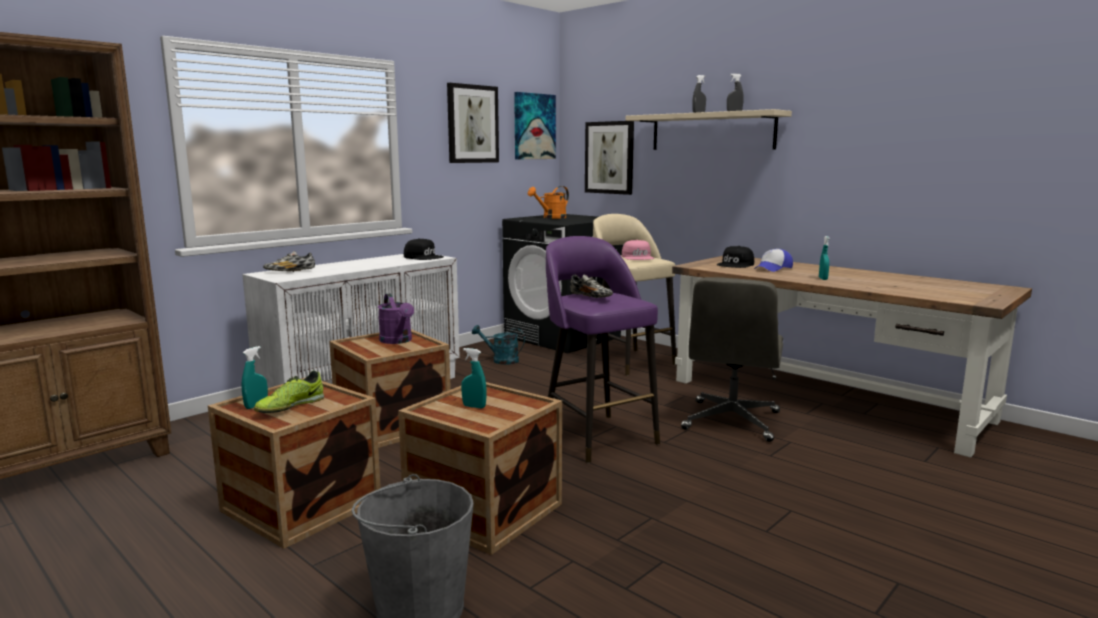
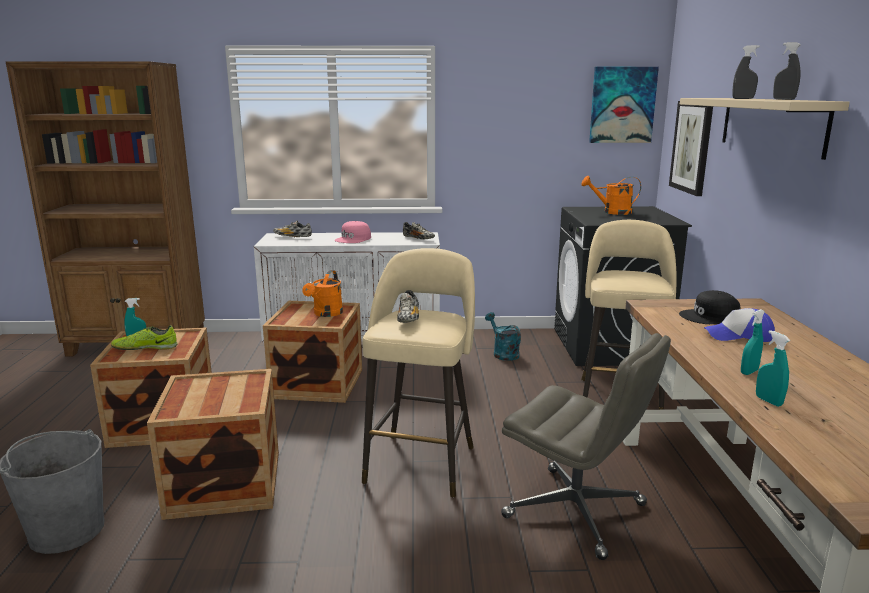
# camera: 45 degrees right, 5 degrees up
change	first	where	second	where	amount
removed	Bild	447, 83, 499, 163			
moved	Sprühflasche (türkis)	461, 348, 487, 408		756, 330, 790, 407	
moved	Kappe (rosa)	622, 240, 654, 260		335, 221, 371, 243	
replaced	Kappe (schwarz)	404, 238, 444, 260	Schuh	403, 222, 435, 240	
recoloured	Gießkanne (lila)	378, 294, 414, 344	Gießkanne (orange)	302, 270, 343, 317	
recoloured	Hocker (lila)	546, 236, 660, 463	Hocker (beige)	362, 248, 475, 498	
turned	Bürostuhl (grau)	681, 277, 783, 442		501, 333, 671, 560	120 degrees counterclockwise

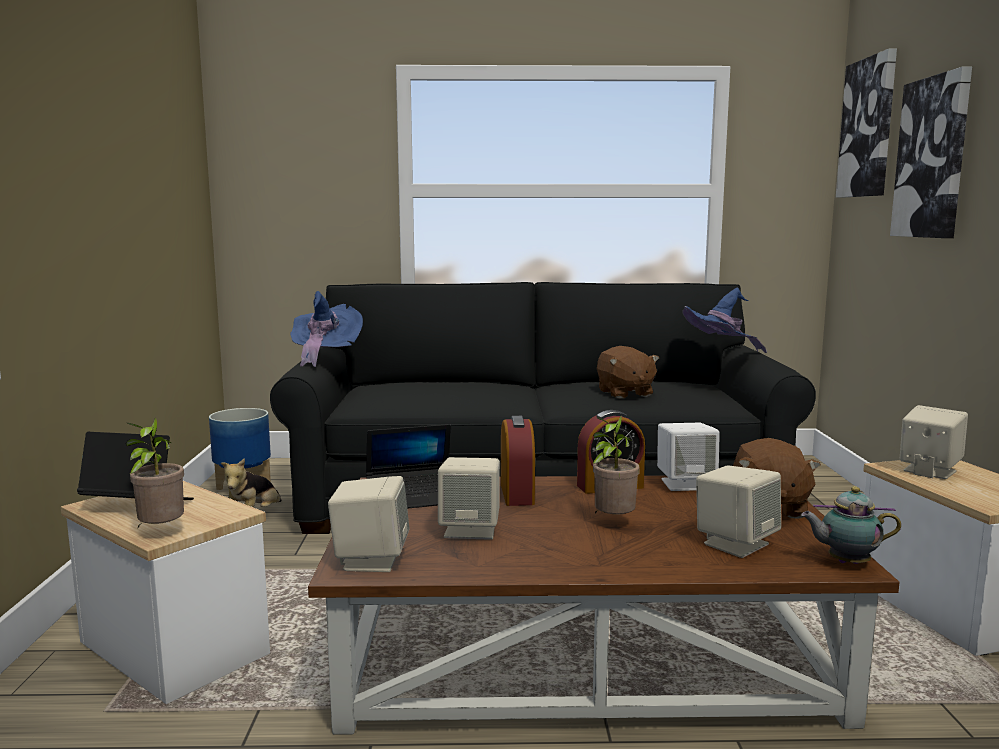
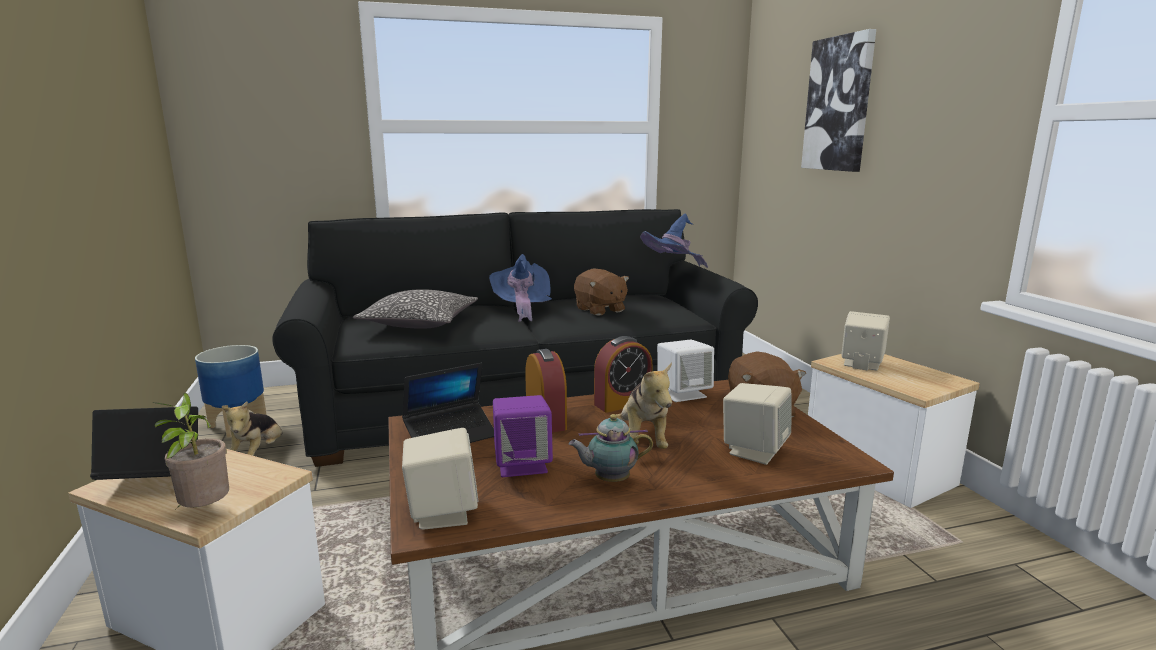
# camera: 15 degrees left, 5 degrees up
change	first	where	second	where	amount
removed	Bild	836, 49, 897, 198			
added			Kissen	353, 289, 478, 329	
moved	Hut (blau)	290, 291, 363, 367		489, 254, 552, 322	
moved	Teekanne	801, 486, 901, 564		569, 414, 653, 482	
replaced	Topfpflanze	592, 416, 640, 515	Plüschtier	615, 362, 672, 449	
recoloured	Lautsprecher (beige)	438, 457, 500, 540	Lautsprecher (lila)	493, 395, 553, 477	

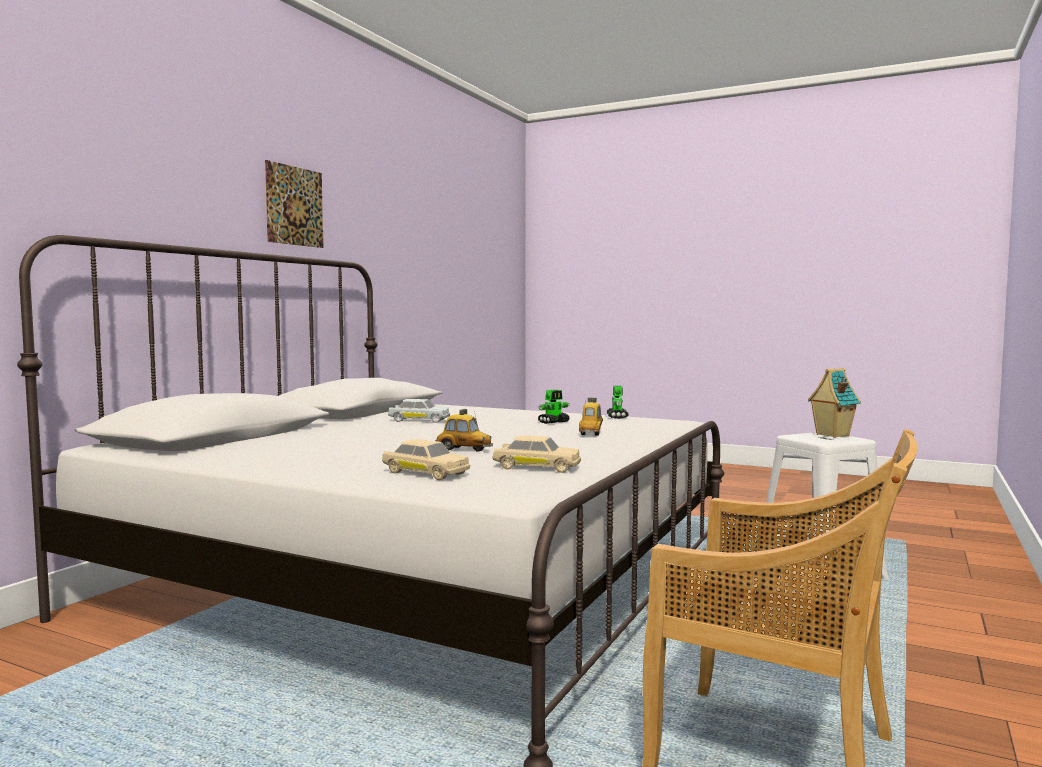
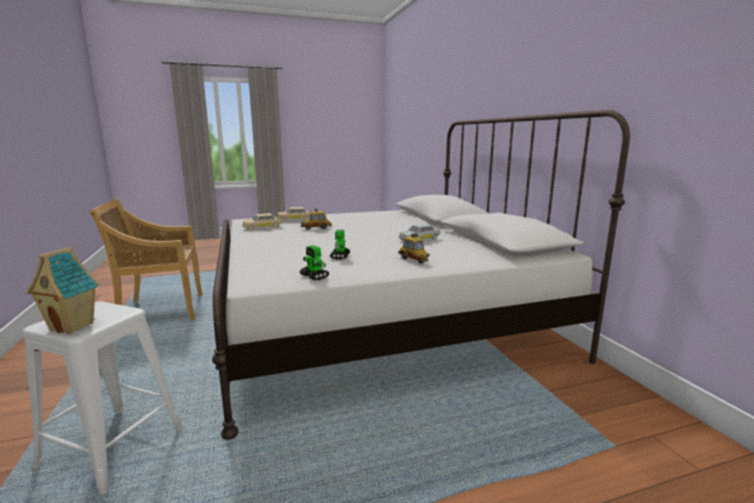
# camera: 135 degrees right, 10 degrees up
change	first	where	second	where	amount
removed	Bild	265, 160, 324, 248			
moved	Spielzeugauto	579, 398, 603, 436		398, 233, 430, 263	

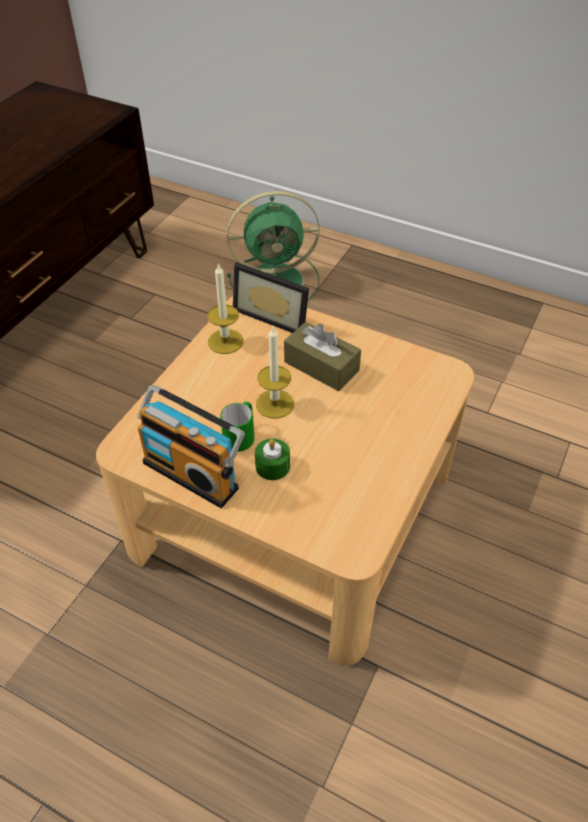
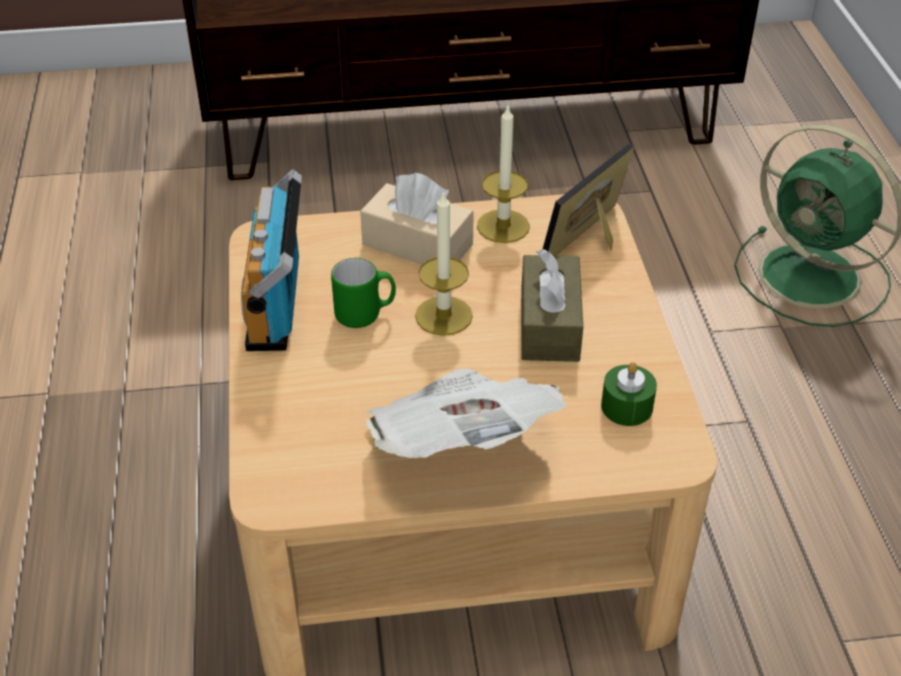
# camera: 55 degrees right, 5 degrees down
change	first	where	second	where	amount
added			Taschentuchbox (beige)	360, 173, 474, 265	
added			Zeitung	366, 368, 566, 458	
moved	Kerze (grün)	255, 439, 290, 480		601, 362, 657, 426	
turned	Bilderrahmen	233, 262, 309, 333		543, 143, 635, 256	45 degrees clockwise

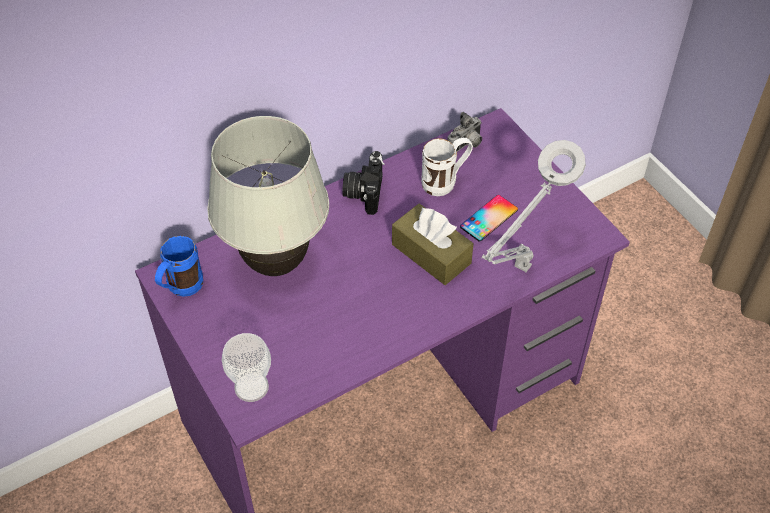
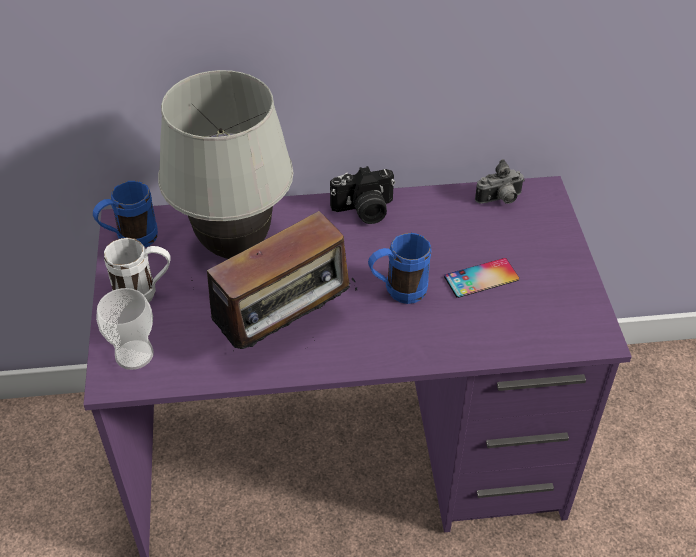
# camera: 25 degrees right, 5 degrees down
change	first	where	second	where	amount
removed	Tischlampe (grau)	482, 140, 586, 272			
added			Radio	193, 211, 357, 352	
moved	Henkelbecher (weiß)	421, 138, 473, 196		104, 238, 171, 302	
replaced	Taschentuchbox (braun)	392, 204, 473, 285	Henkelbecher (blau)	368, 233, 431, 304	
turned	Kamera	342, 151, 384, 215		330, 166, 395, 224	135 degrees counterclockwise

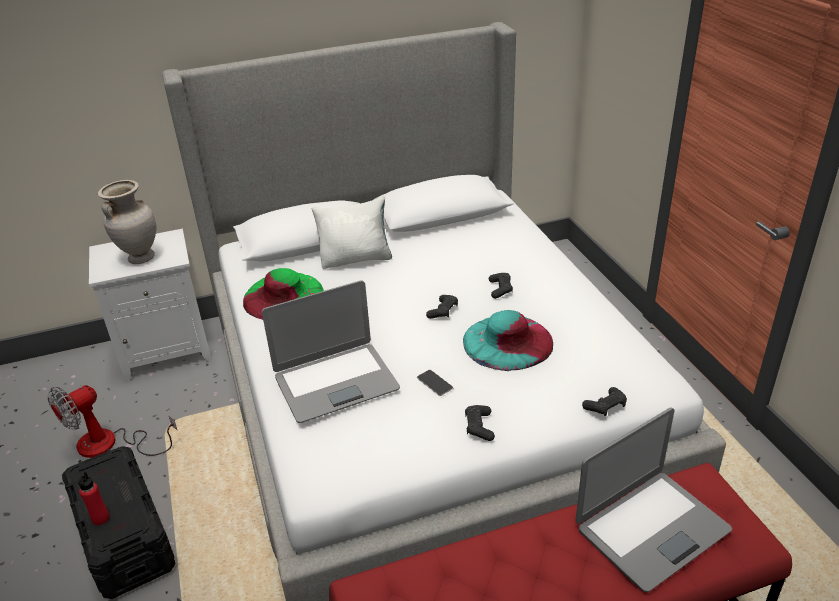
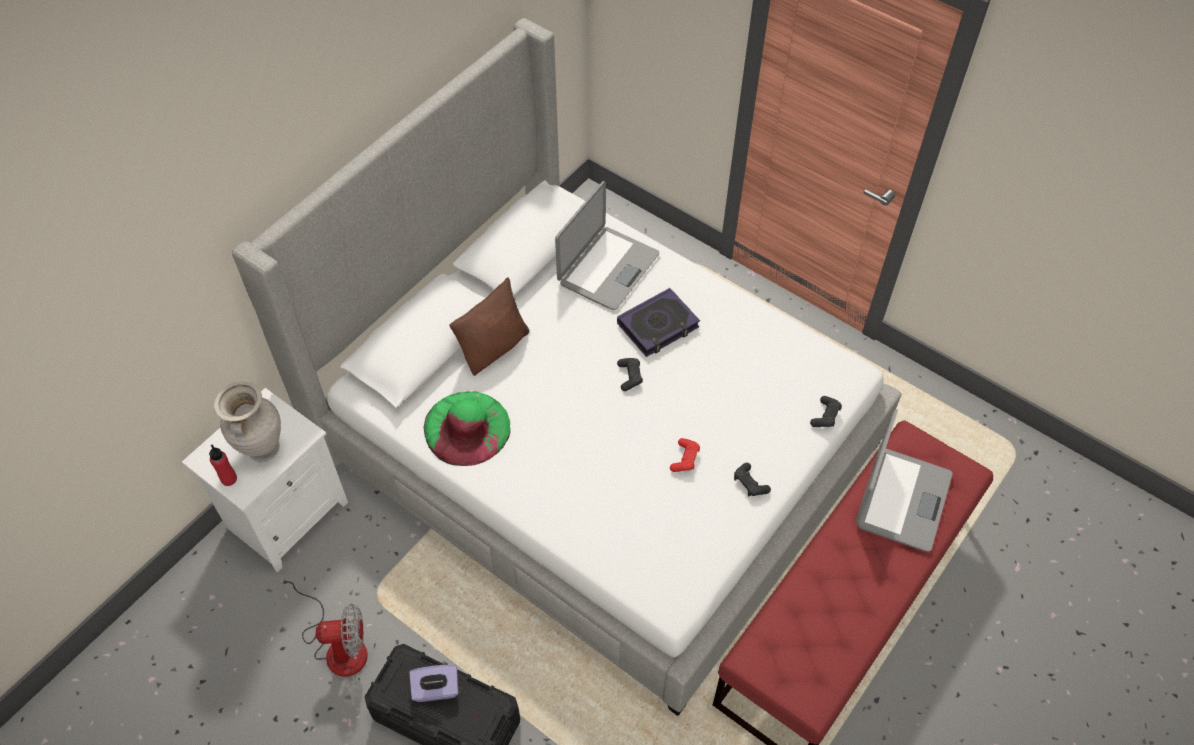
# camera: 35 degrees left, 20 degrees up
change	first	where	second	where	amount
removed	Hut (türkis)	463, 310, 553, 371			
added			Taschentuchbox (lila)	409, 665, 458, 702	
moved	Flasche (rot)	78, 471, 109, 525		209, 445, 237, 486	
moved	Laptop	262, 280, 400, 423		555, 181, 660, 310	
replaced	Handy	417, 370, 453, 396	Gamepad (rot)	670, 438, 700, 472	
replaced	Gamepad (schwarz)	489, 273, 513, 299	Buch	617, 288, 700, 357	
recoloured	Kissen (weiß)	312, 196, 392, 269	Kissen (braun)	449, 278, 529, 376	
turned	Ventilator	48, 385, 177, 458		281, 573, 368, 677	105 degrees counterclockwise

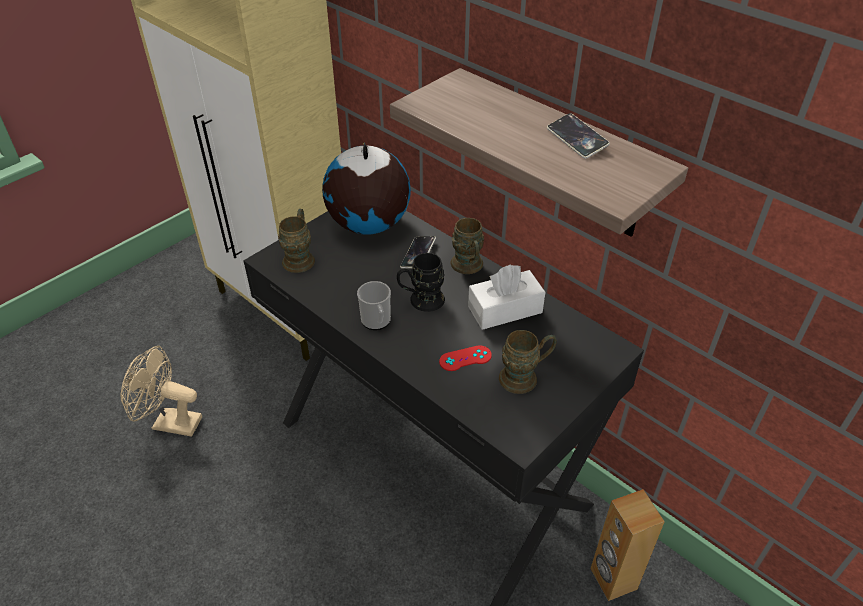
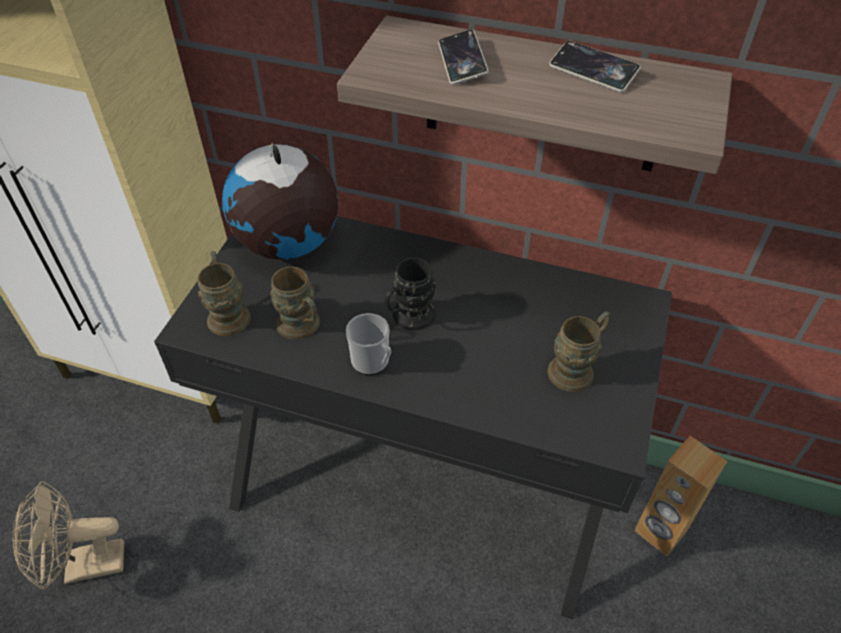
# camera: 25 degrees left, 5 degrees up
change	first	where	second	where	amount
removed	Gamepad (rot)	439, 345, 492, 371			
removed	Taschentuchbox (weiß)	468, 264, 545, 330			
moved	Handy	400, 236, 436, 268		438, 29, 488, 85	
moved	Henkelbecher (braun)	451, 218, 484, 274		270, 267, 320, 340	

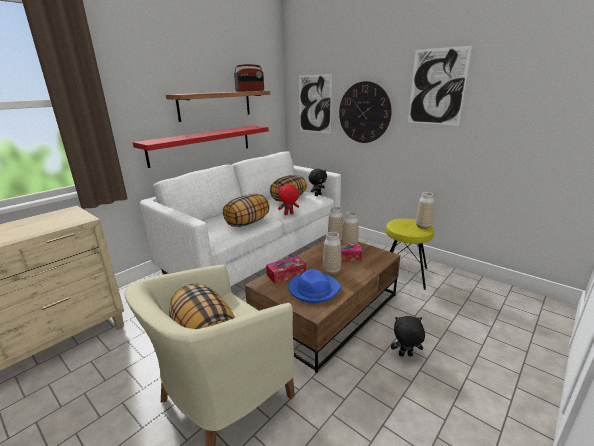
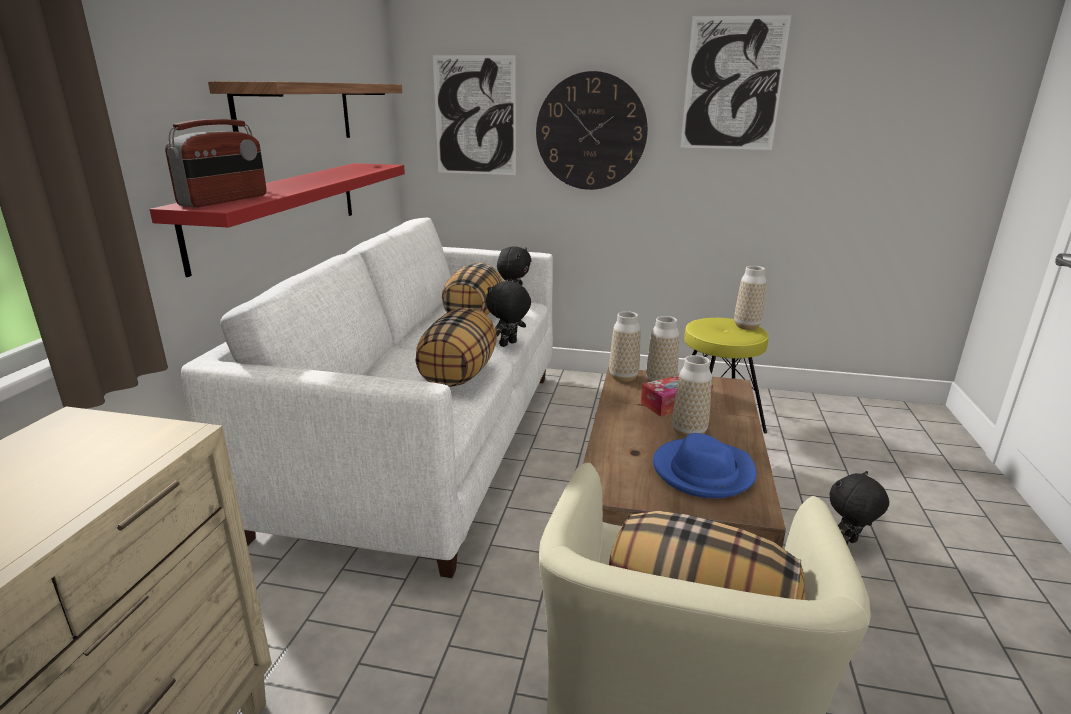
# camera: 30 degrees left, 0 degrees up
change	first	where	second	where	amount
removed	Taschentuchbox	266, 256, 306, 284			
moved	Radio	234, 64, 264, 92		165, 119, 267, 207	
recoloured	Plüschtier (rot)	278, 184, 299, 215	Plüschtier (schwarz)	486, 280, 531, 347	

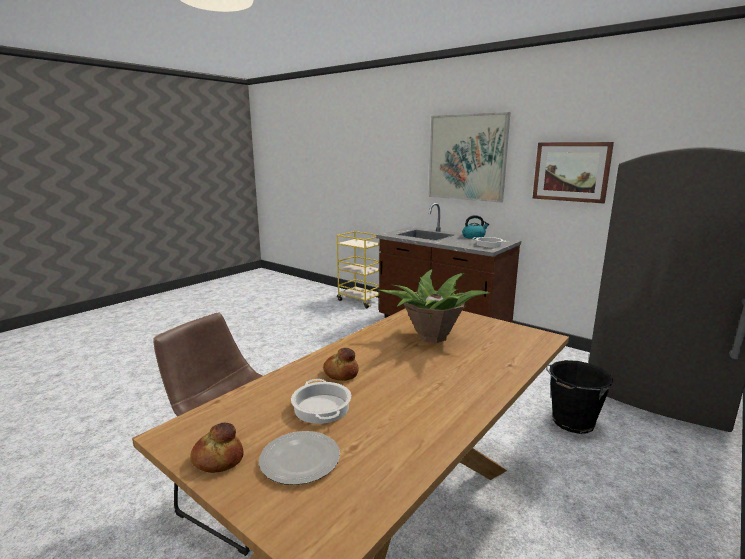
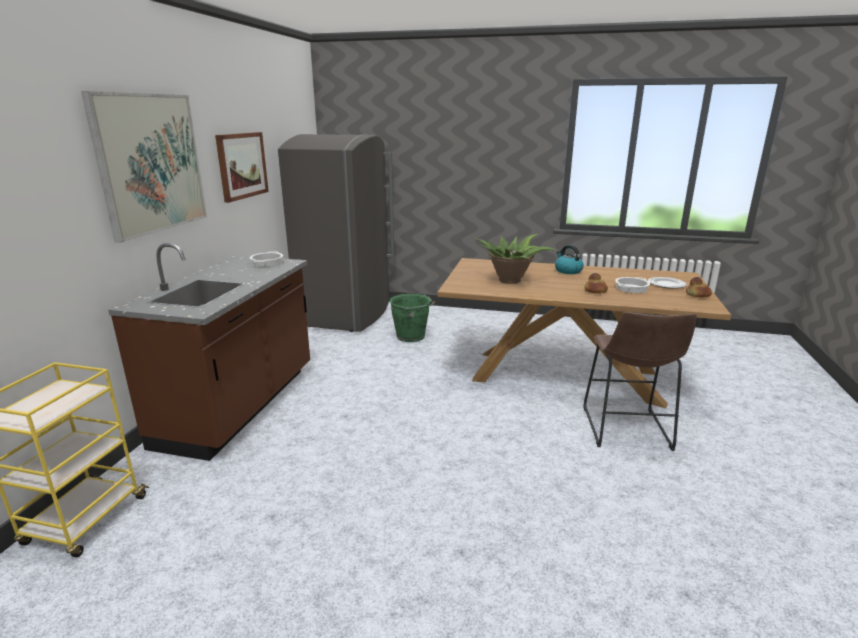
# camera: 115 degrees left, 5 degrees up
change	first	where	second	where	amount
moved	Wasserkessel	462, 215, 489, 239		555, 245, 584, 274	
recoloured	Eimer (schwarz)	546, 360, 613, 434	Eimer (grün)	389, 294, 435, 342	

